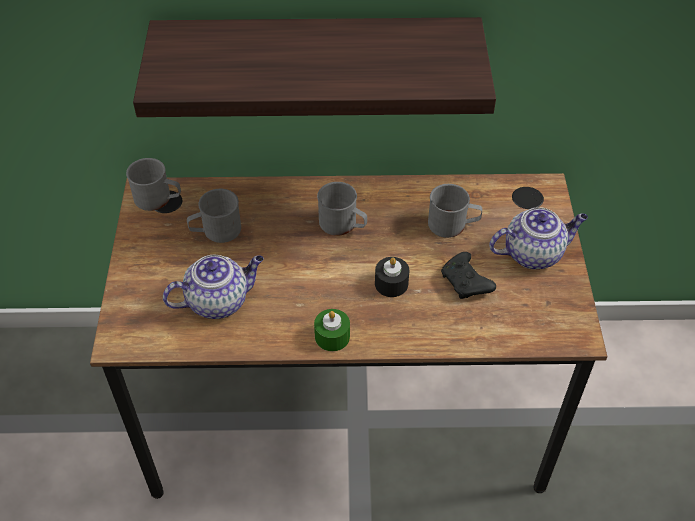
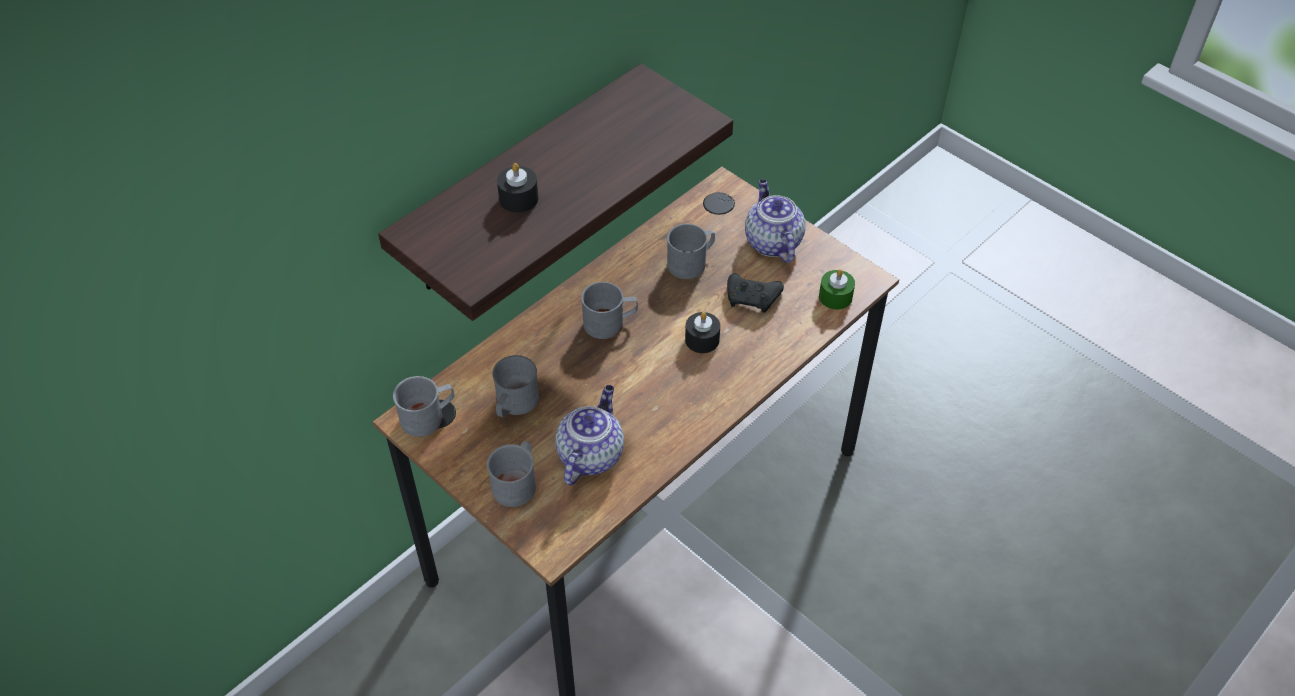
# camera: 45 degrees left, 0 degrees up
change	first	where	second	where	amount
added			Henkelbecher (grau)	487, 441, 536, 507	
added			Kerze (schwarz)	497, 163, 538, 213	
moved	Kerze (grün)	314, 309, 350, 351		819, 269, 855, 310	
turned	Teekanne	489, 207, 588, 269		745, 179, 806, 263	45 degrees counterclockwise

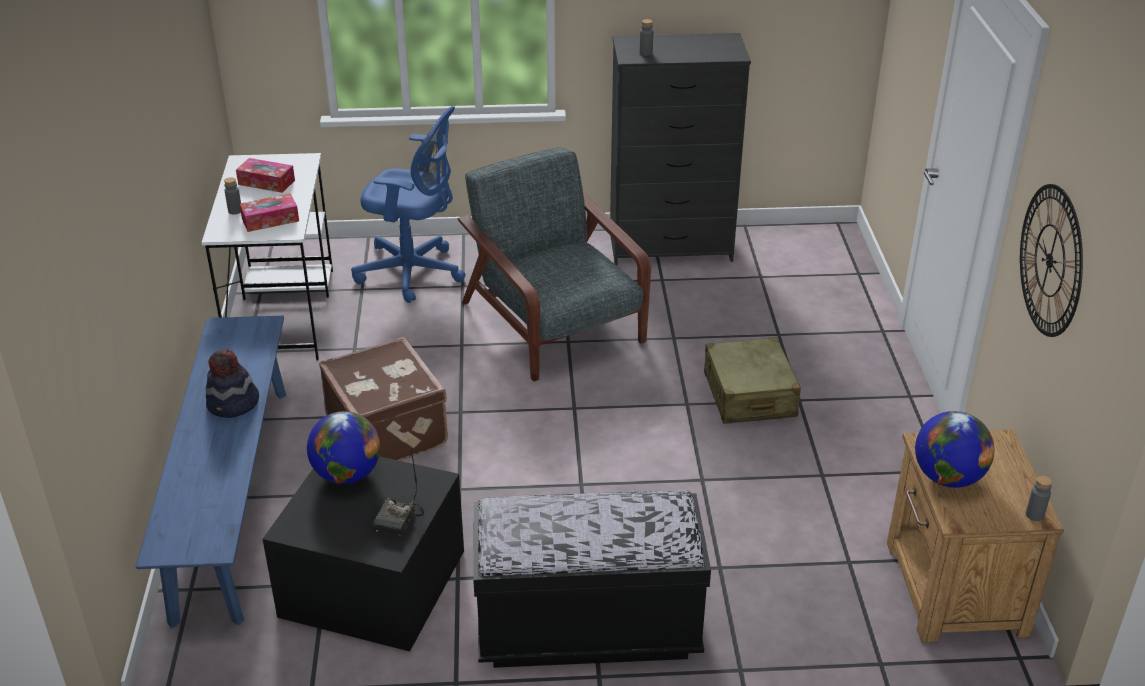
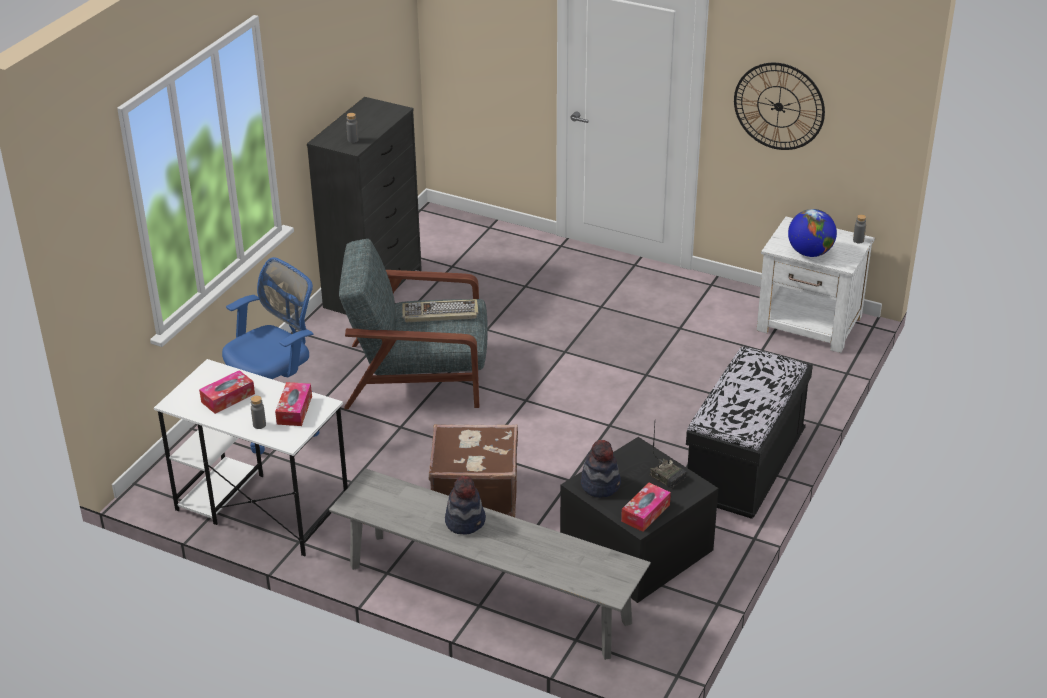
# camera: 60 degrees left, 0 degrees up
change	first	where	second	where	amount
removed	Koffer (beige)	704, 337, 801, 424			
added			Tastatur	402, 299, 479, 322	
added			Taschentuchbox	621, 483, 671, 532	
replaced	Globus	307, 411, 380, 484	Hut	581, 440, 621, 498	
recoloured	Bank (blau)	136, 316, 286, 628	Bank (grau)	329, 468, 651, 660	
recoloured	Nachttisch (braun)	887, 429, 1064, 643	Nachttisch (weiß)	756, 217, 875, 353	

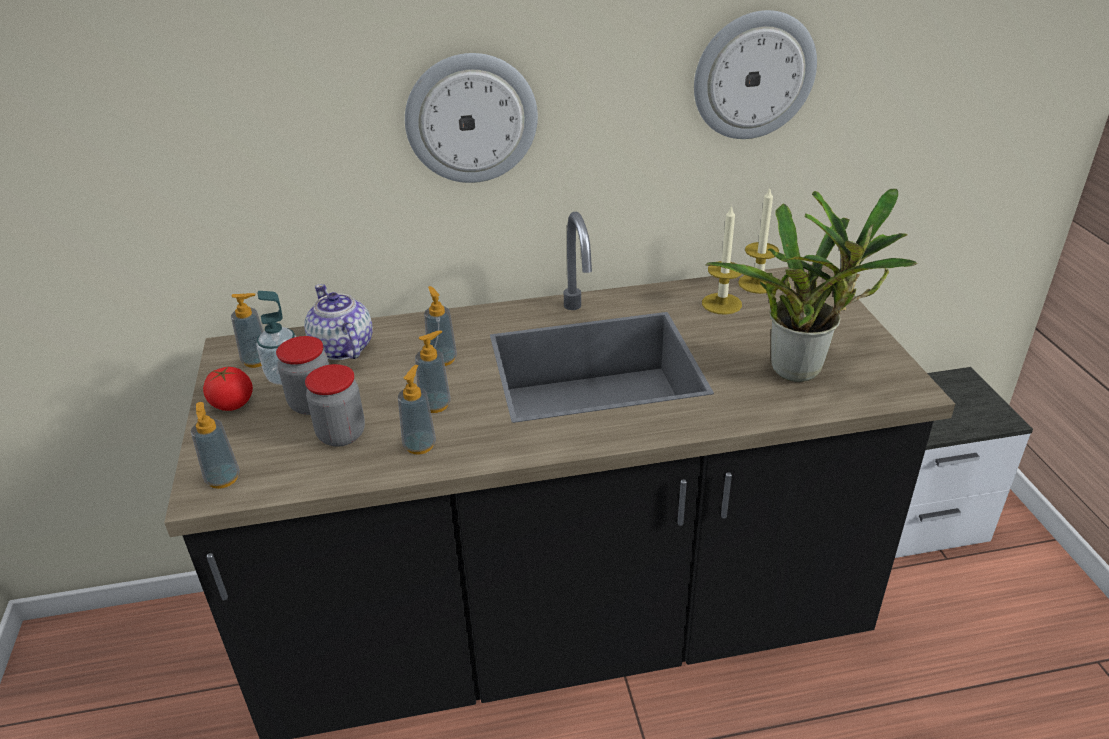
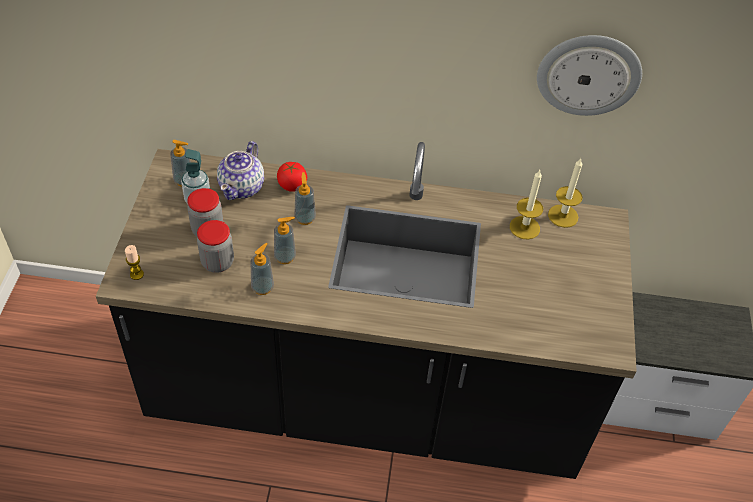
# camera: 15 degrees right, 15 degrees up
change	first	where	second	where	amount
removed	Wanduhr	405, 53, 538, 183			
removed	Topfpflanze	706, 189, 917, 382			
moved	Tomate	203, 366, 253, 411		277, 162, 307, 192	
replaced	Seifenspender	191, 402, 240, 489	Kerze	125, 245, 144, 280	
turned	Teekanne	304, 284, 373, 360		217, 141, 264, 200	150 degrees counterclockwise

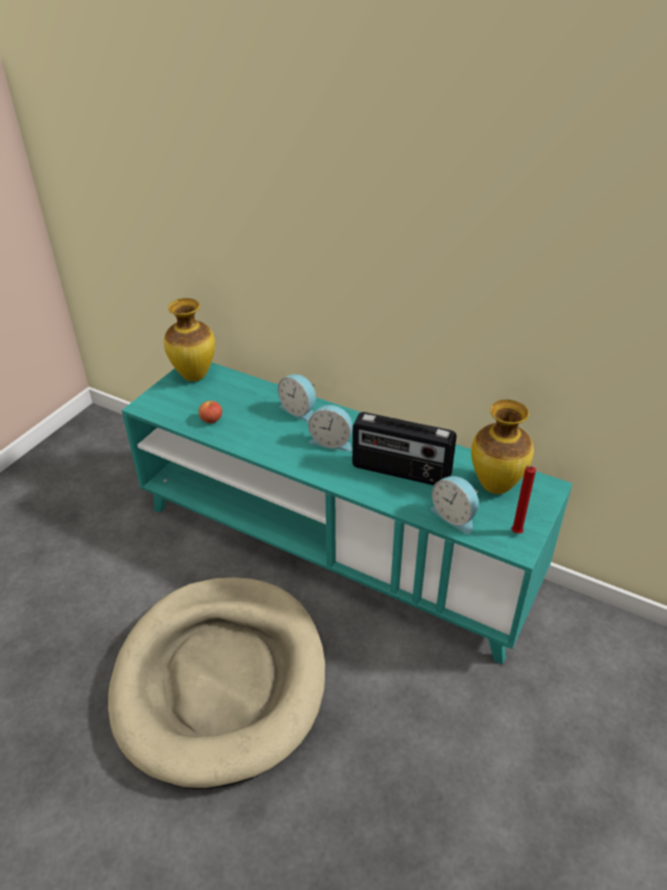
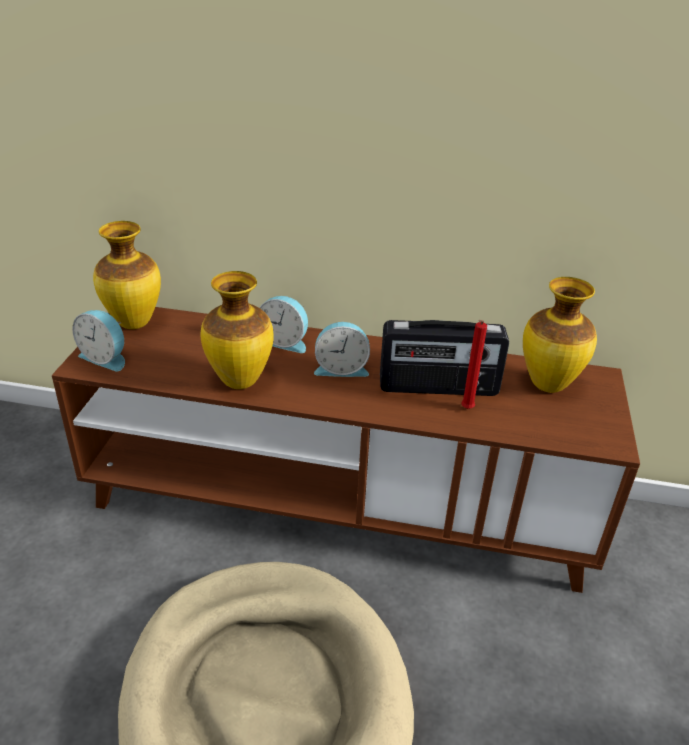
# camera: 20 degrees left, 5 degrees down
change	first	where	second	where	amount
removed	Apfel	198, 401, 222, 423			
added			Vase	200, 271, 274, 389	
moved	Wecker	431, 476, 479, 534		72, 310, 125, 371	
moved	Kerze (rot)	512, 466, 536, 534		461, 320, 487, 409	
recoloured	Fernsehschrank (türkis)	122, 362, 573, 665	Fernsehschrank (braun)	52, 307, 640, 593	

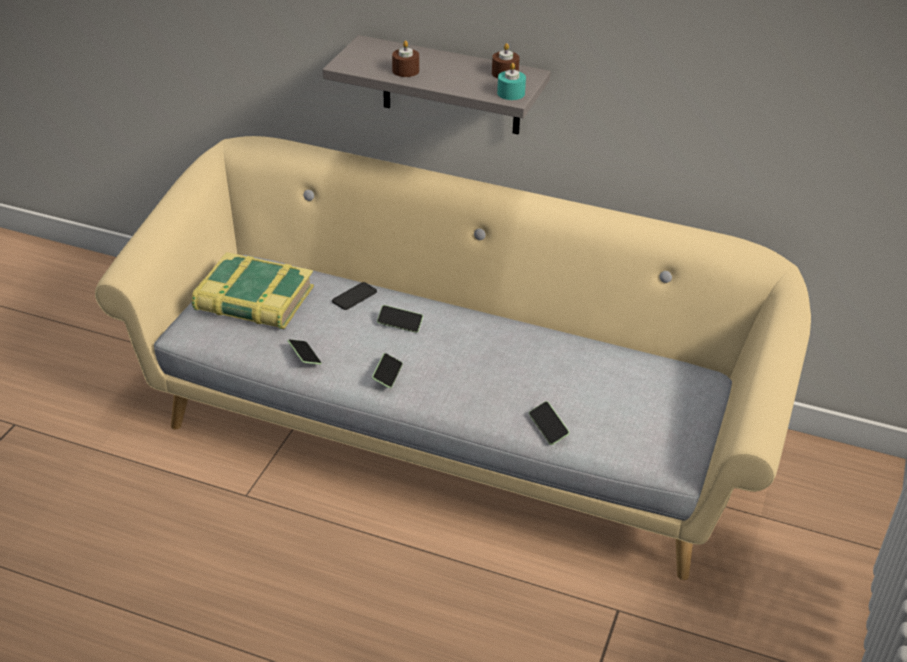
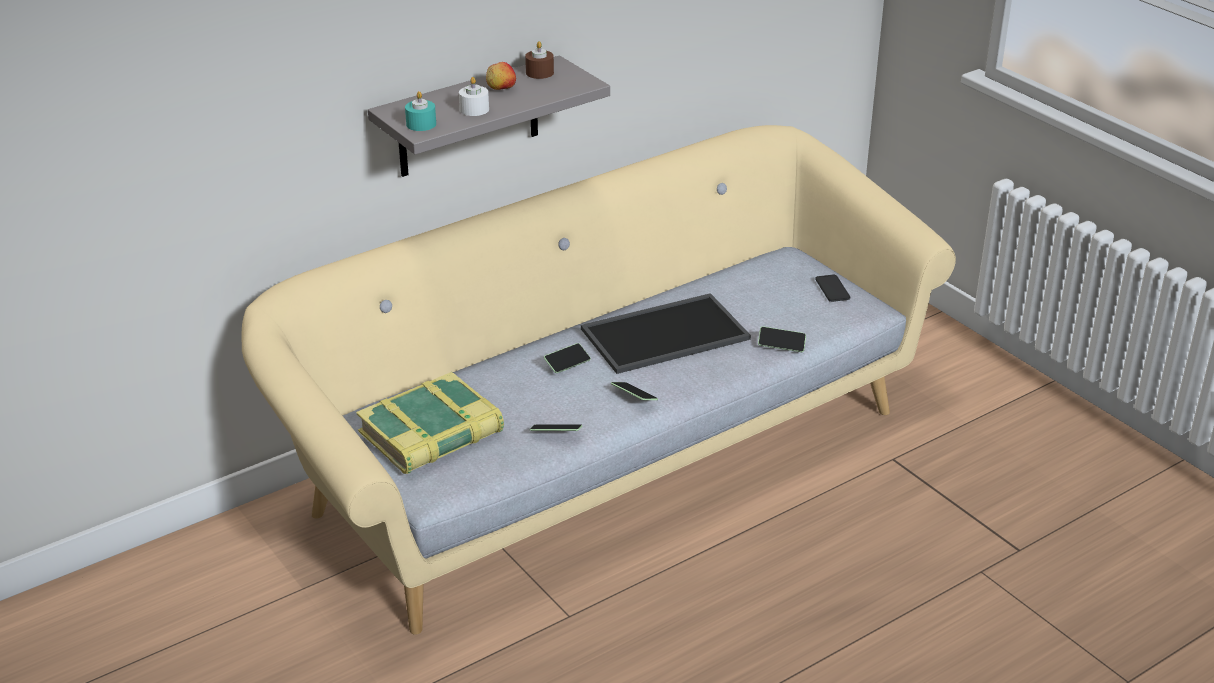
# camera: 55 degrees left, 5 degrees down
change	first	where	second	where	amount
added			Apfel	486, 62, 516, 90	
added			Tablett	581, 293, 751, 374	
moved	Handy	332, 282, 377, 310		815, 275, 850, 302	
moved	Kerze (türkis)	497, 63, 526, 100		405, 91, 436, 131	
recoloured	Kerze (braun)	392, 40, 419, 77	Kerze (weiß)	459, 77, 489, 116	

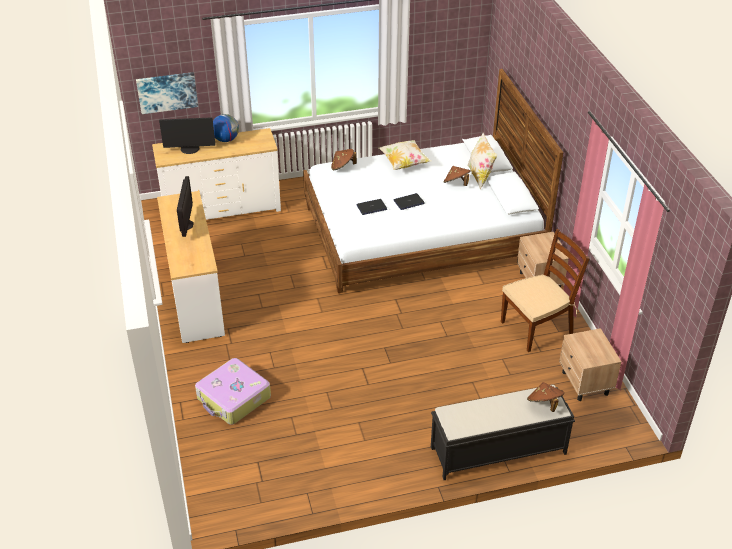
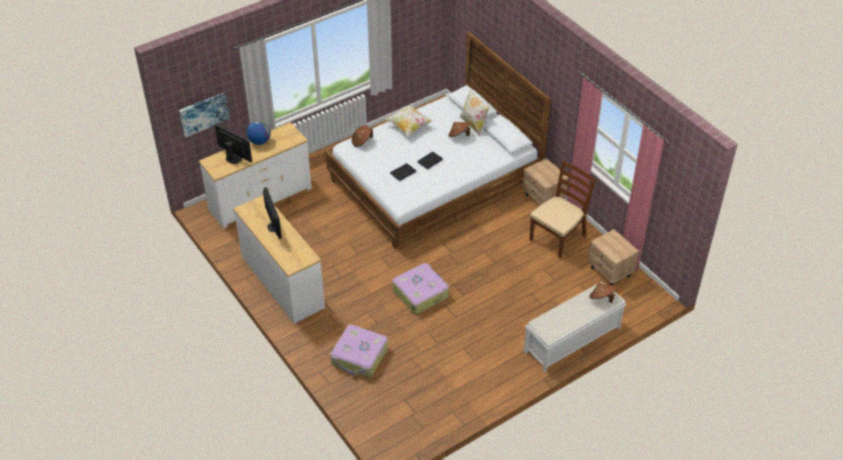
# camera: 20 degrees left, 5 degrees up
change	first	where	second	where	amount
added			Koffer	392, 263, 449, 314	
recoloured	Bank (schwarz)	431, 385, 575, 480	Bank (weiß)	524, 282, 626, 373	
turned	Monitor	159, 117, 216, 154		215, 124, 252, 164	120 degrees counterclockwise

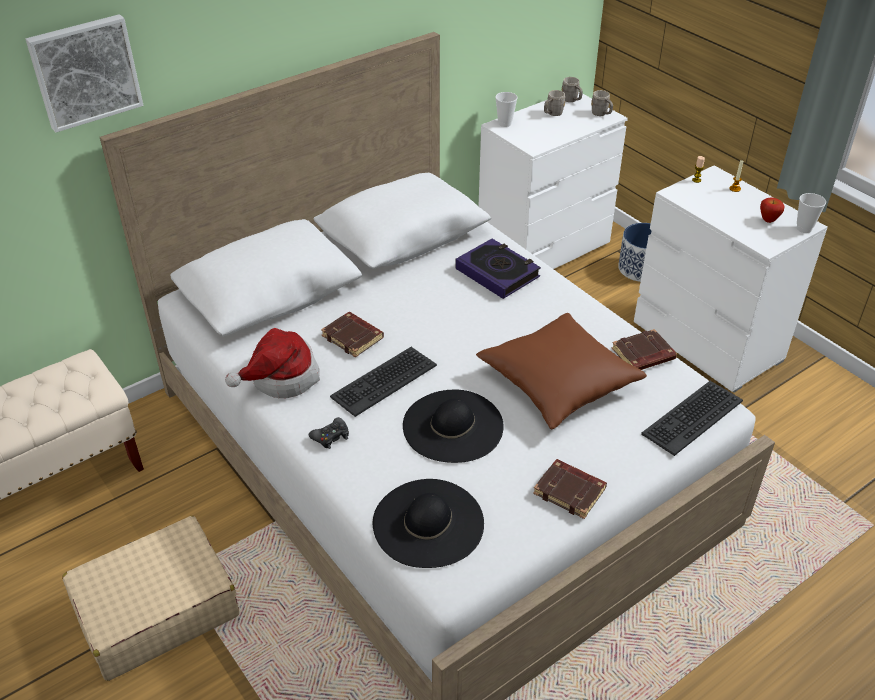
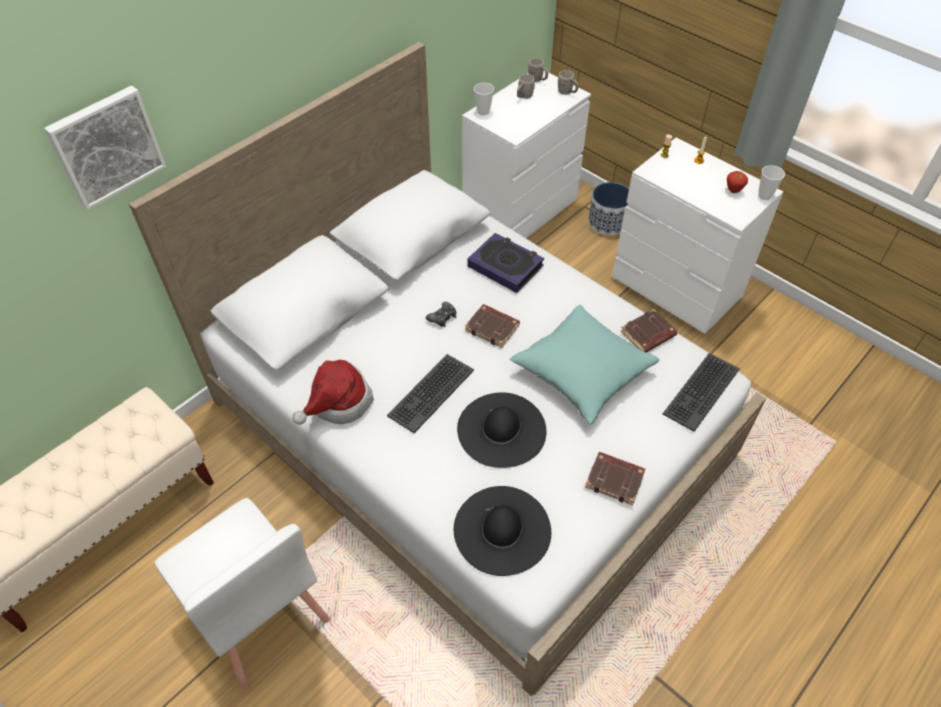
# camera: 10 degrees left, 10 degrees up
change	first	where	second	where	amount
moved	Gamepad (schwarz)	309, 417, 349, 449		426, 301, 456, 327	
moved	Buch (braun)	321, 312, 384, 357		465, 304, 520, 348	
replaced	Koffer (beige)	62, 516, 239, 681	Stuhl (weiß)	155, 498, 330, 690	
recoloured	Kissen (braun)	476, 313, 647, 429	Kissen (türkis)	510, 305, 659, 425	

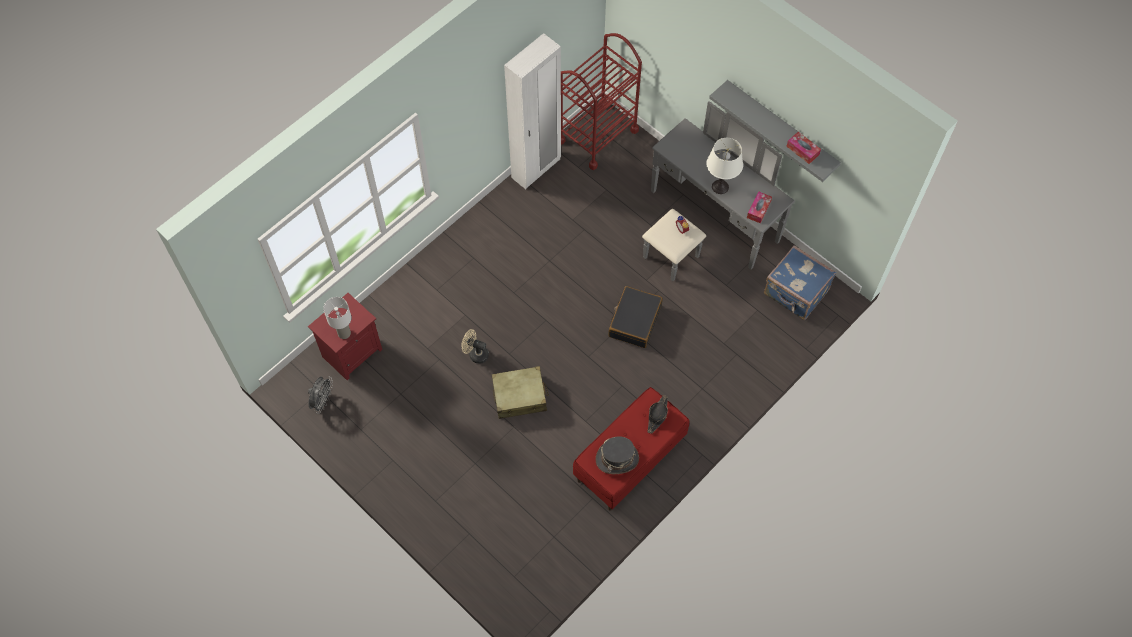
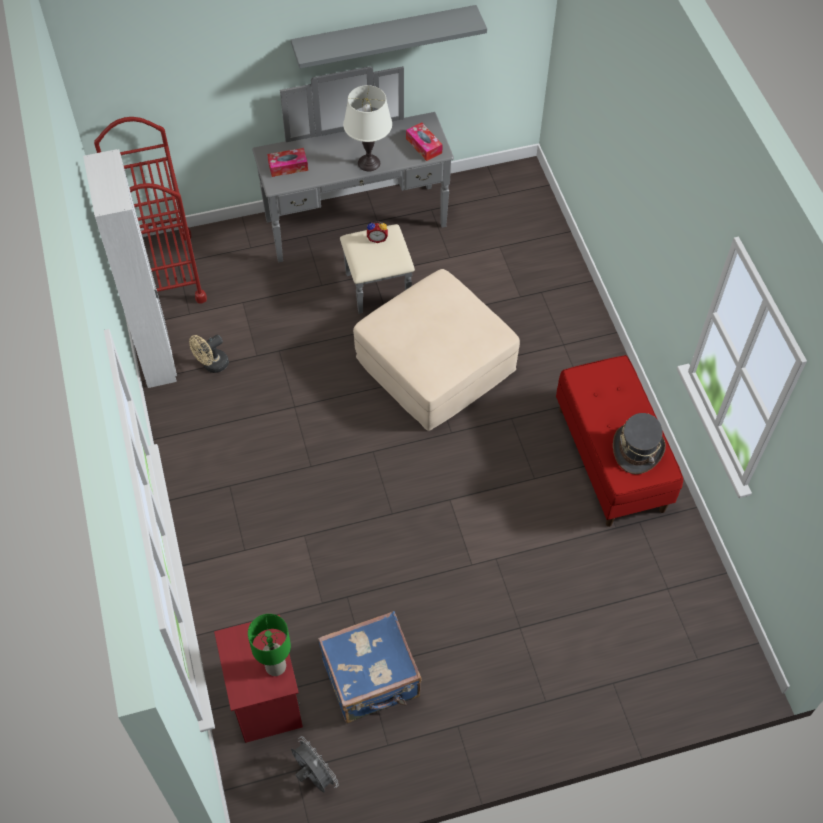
# camera: 60 degrees left, 5 degrees down
change	first	where	second	where	amount
removed	Koffer (beige)	492, 366, 549, 419			
removed	Hut (schwarz)	647, 395, 668, 434			
moved	Ventilator (beige)	461, 329, 489, 364		189, 335, 229, 373	
moved	Koffer (blau)	764, 245, 836, 320		318, 611, 422, 723	
moved	Taschentuchbox	787, 132, 821, 164		267, 148, 308, 177	
replaced	Koffer (schwarz)	608, 286, 663, 348	Polsterhocker (beige)	353, 269, 520, 431	
recoloured	Tischlampe (weiß)	323, 297, 352, 339	Tischlampe (grün)	248, 614, 291, 676	

